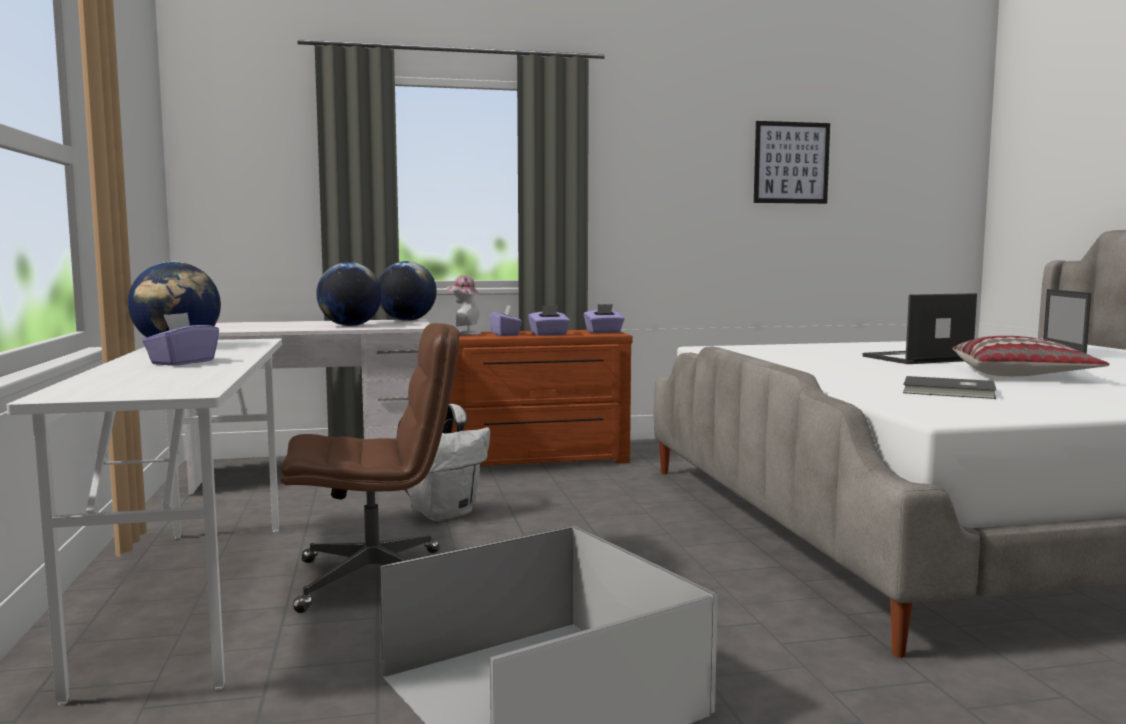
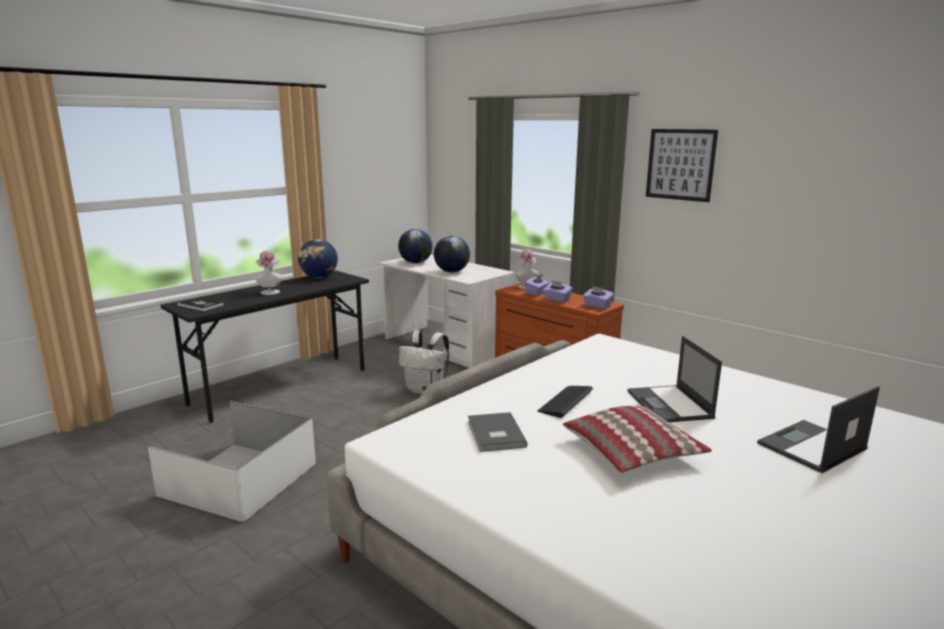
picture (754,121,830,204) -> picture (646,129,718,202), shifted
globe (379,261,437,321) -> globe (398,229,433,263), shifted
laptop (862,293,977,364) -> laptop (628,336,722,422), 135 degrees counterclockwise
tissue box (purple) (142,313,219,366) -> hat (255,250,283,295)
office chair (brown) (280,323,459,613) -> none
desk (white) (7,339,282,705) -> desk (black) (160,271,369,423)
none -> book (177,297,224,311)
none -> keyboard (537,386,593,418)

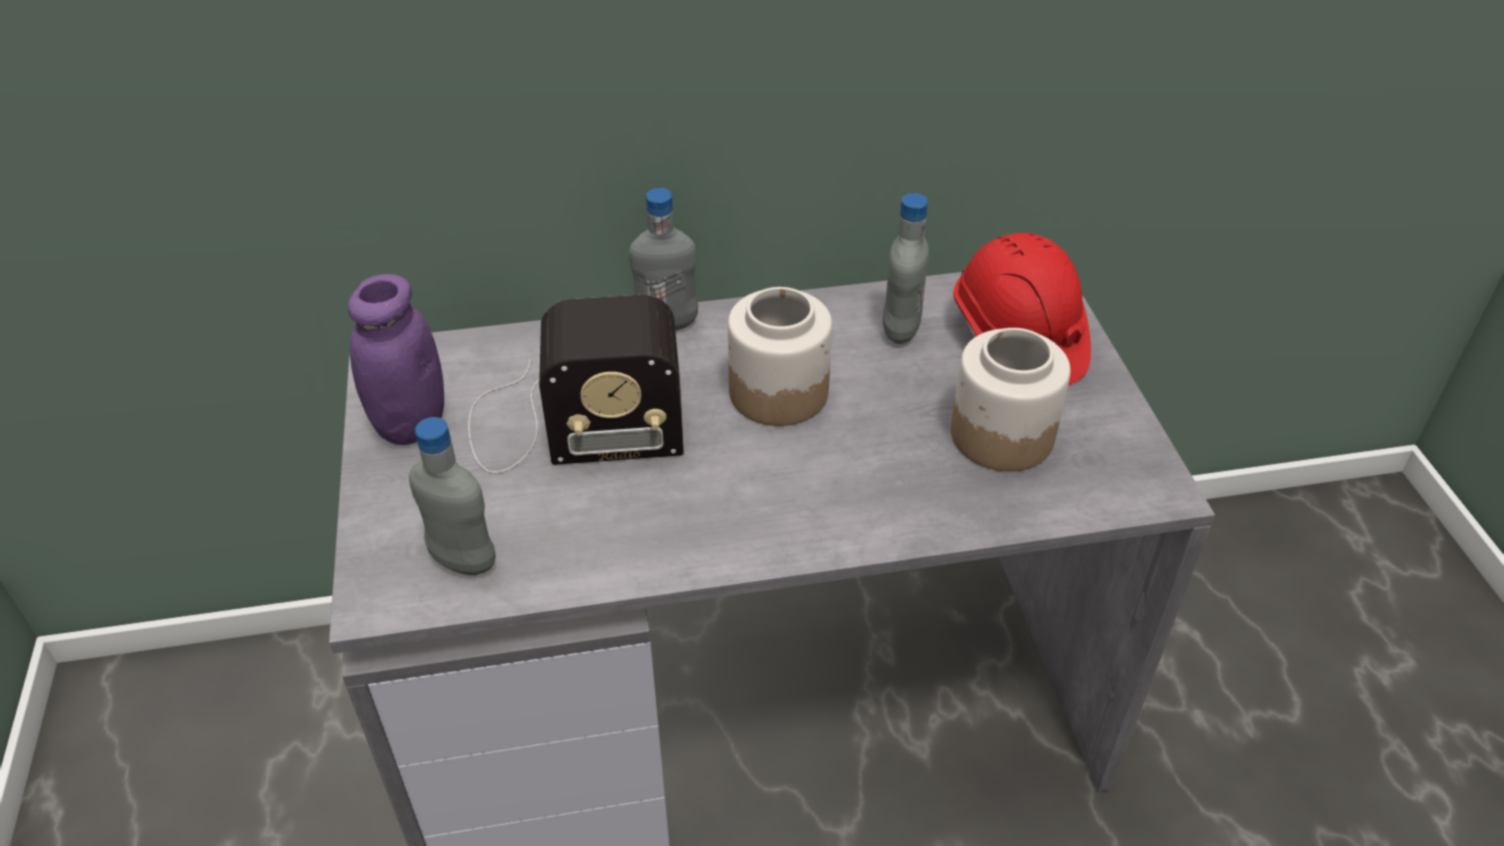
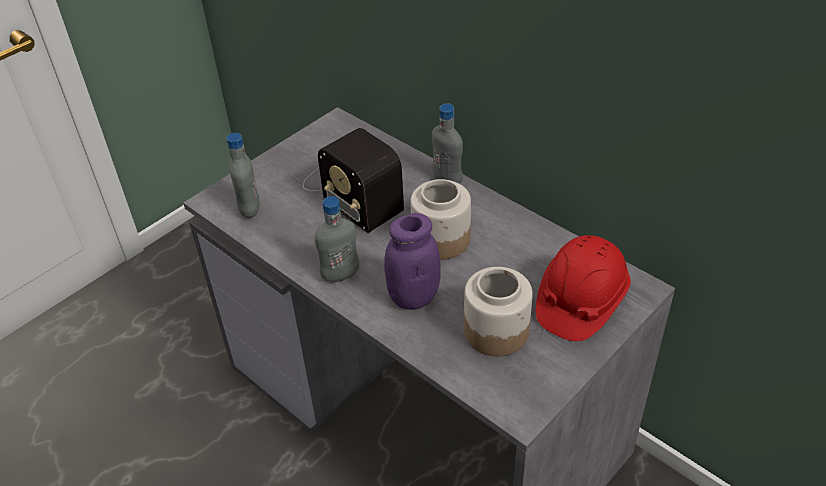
bottle (grey) (883,193,929,344) -> bottle (grey) (315,196,359,282), shifted
jar (purple) (348,274,444,445) -> jar (purple) (384,213,441,310), shifted

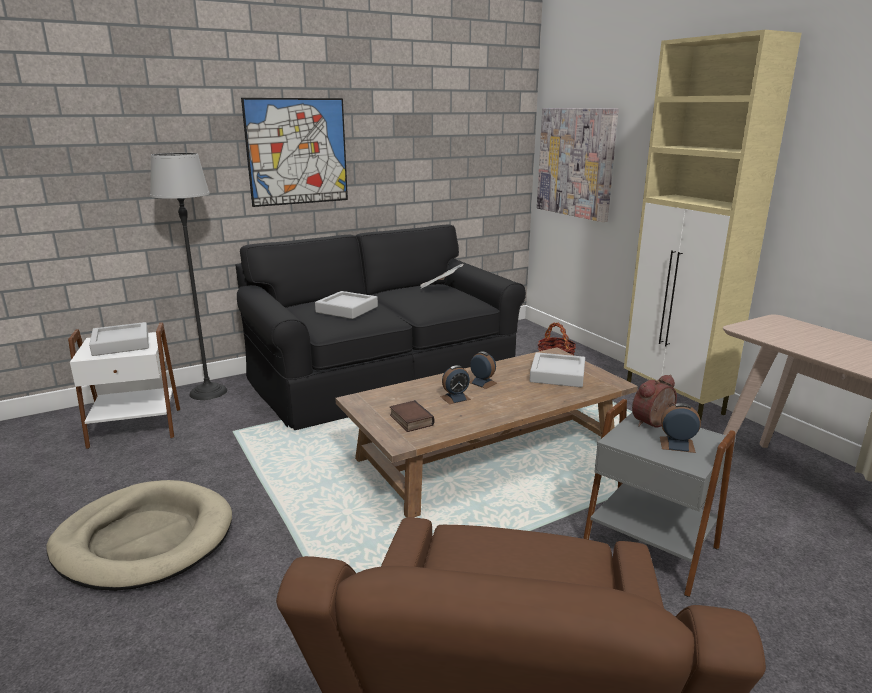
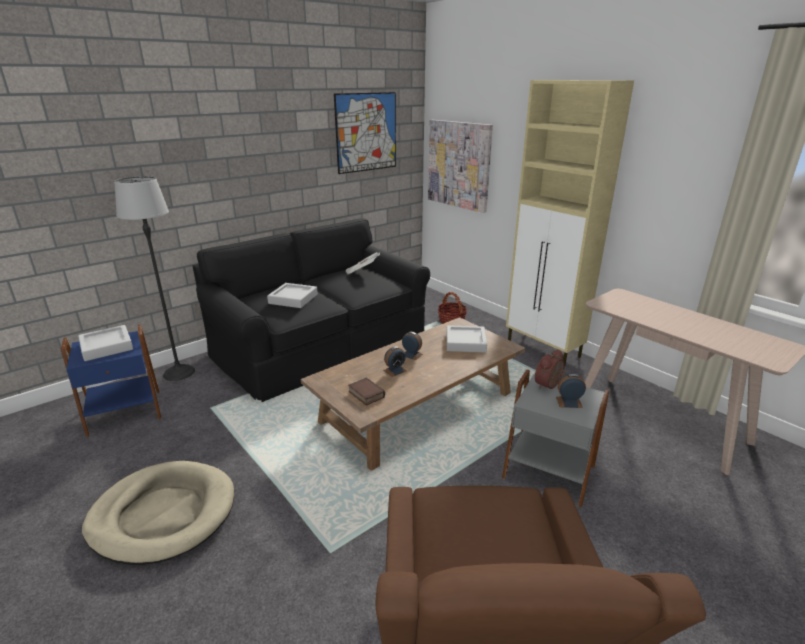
picture (241,98,348,207) -> picture (334,92,396,174), shifted
side table (white) (68,322,180,449) -> side table (blue) (61,325,162,437)

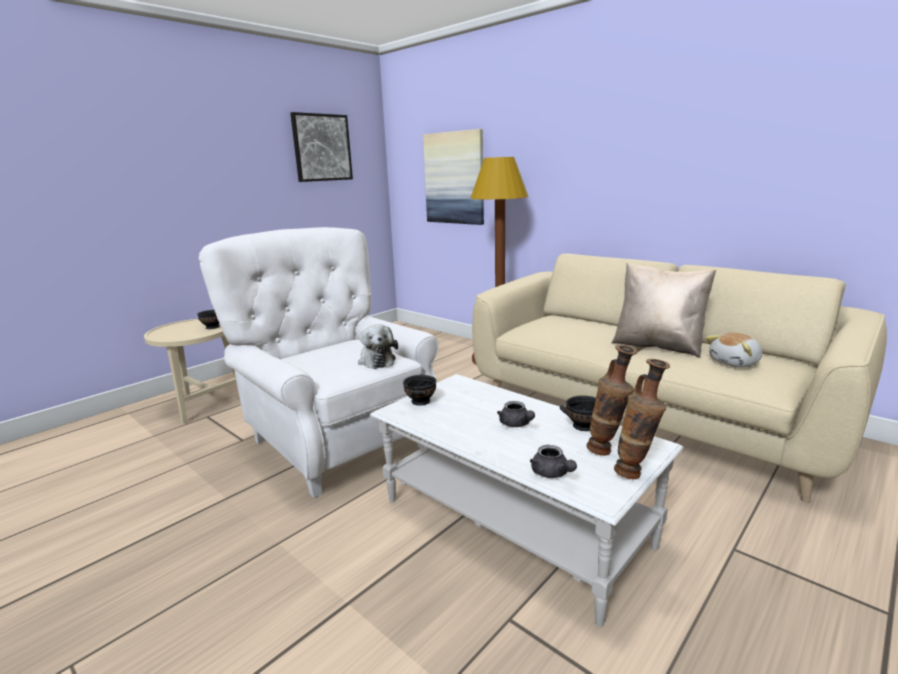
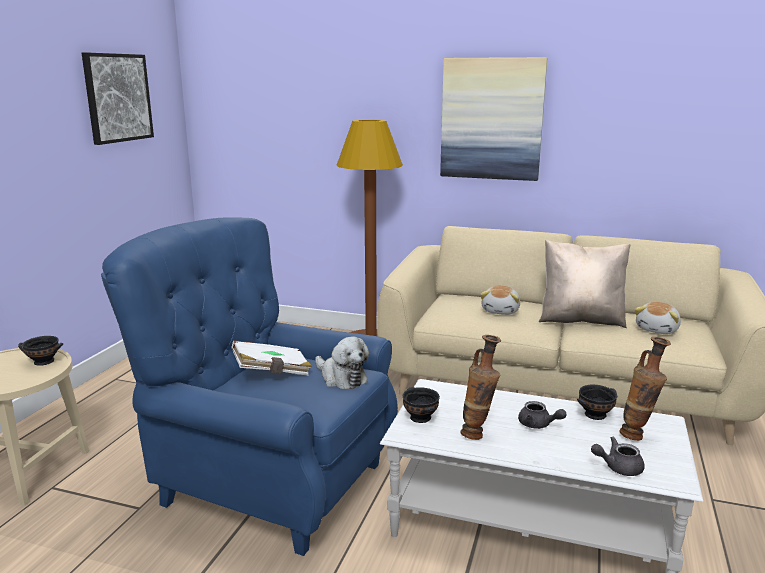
picture (423,129,484,225) -> picture (440,57,547,181), shifted
armchair (white) (199,227,439,498) -> armchair (blue) (101,217,398,556)
vase (614,359,670,479) -> vase (461,335,501,440), shifted
teapot (grey) (530,445,577,478) -> teapot (grey) (591,436,645,476), 135 degrees clockwise
none -> plush toy (480,286,520,315)
none -> book (white) (231,340,312,376)

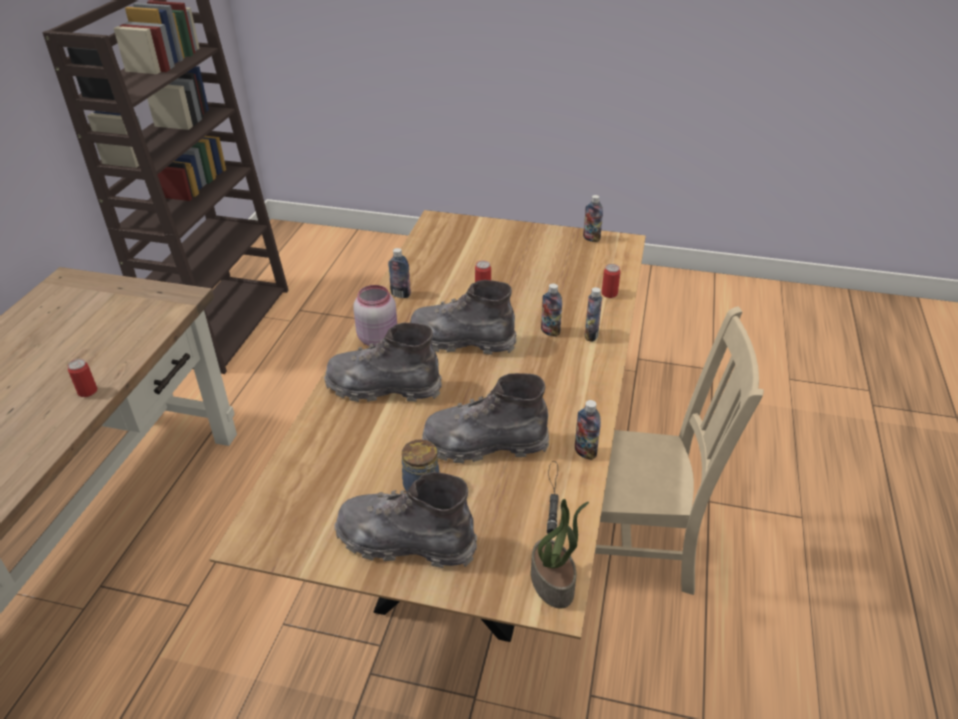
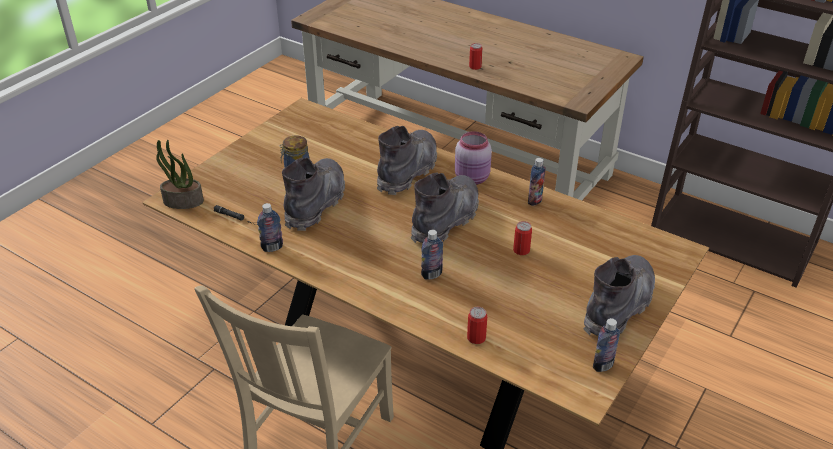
bottle (585,287,602,342) -> none
boot (grey) (334,472,477,568) -> boot (grey) (583,255,655,336), shifted

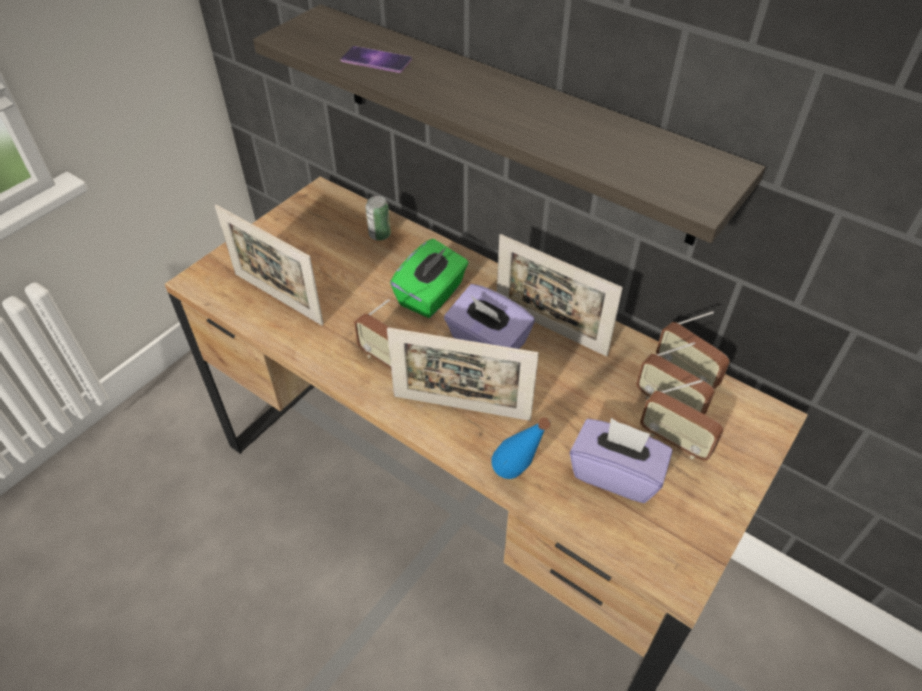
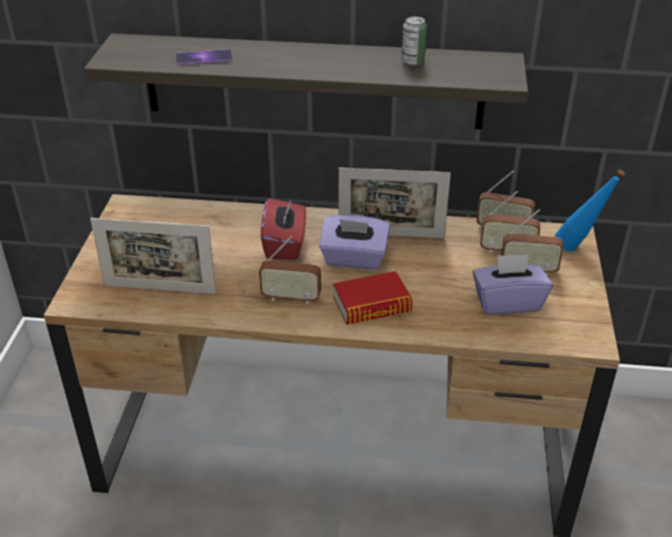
can (365,196,391,241) -> can (401,16,427,66), shifted
tissue box (green) (390,239,468,318) -> tissue box (red) (261,197,306,259)
picture frame (387,327,539,421) -> book (333,271,412,325)
bottle (blue) (491,417,551,479) -> bottle (blue) (554,169,625,252), shifted

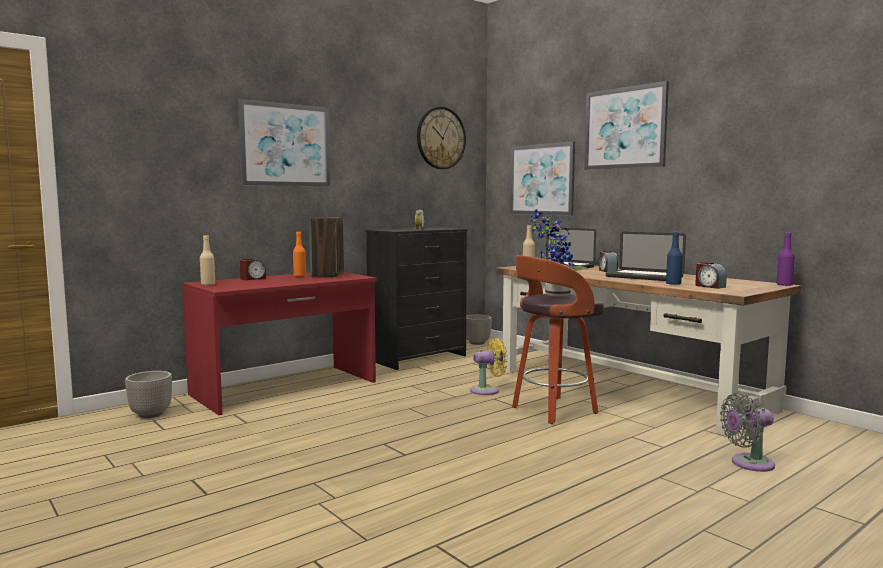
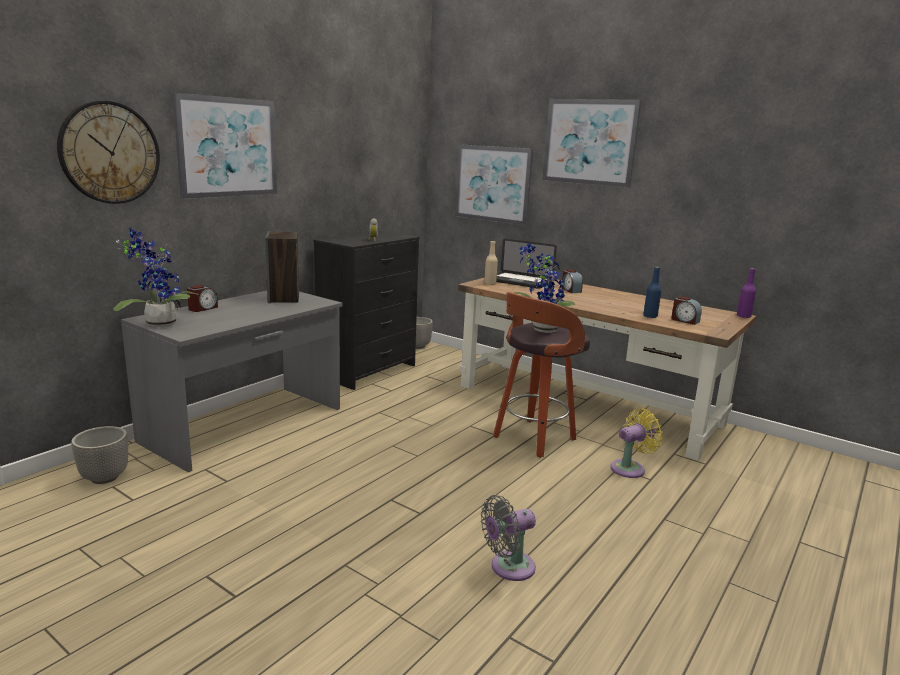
wall clock (417,107,466,169) -> wall clock (57,101,160,204), shifted
bottle (orange) (293,232,306,277) -> none
laptop (606,232,686,281) -> none
bottle (beige) (200,235,215,285) -> potted plant (114,227,199,327)
desk (red) (182,272,377,416) -> desk (grey) (121,291,343,473)
fan (yellow) (470,338,508,395) -> fan (yellow) (610,409,663,478), shifted
fan (grey) (720,393,775,472) -> fan (grey) (481,495,536,581), shifted

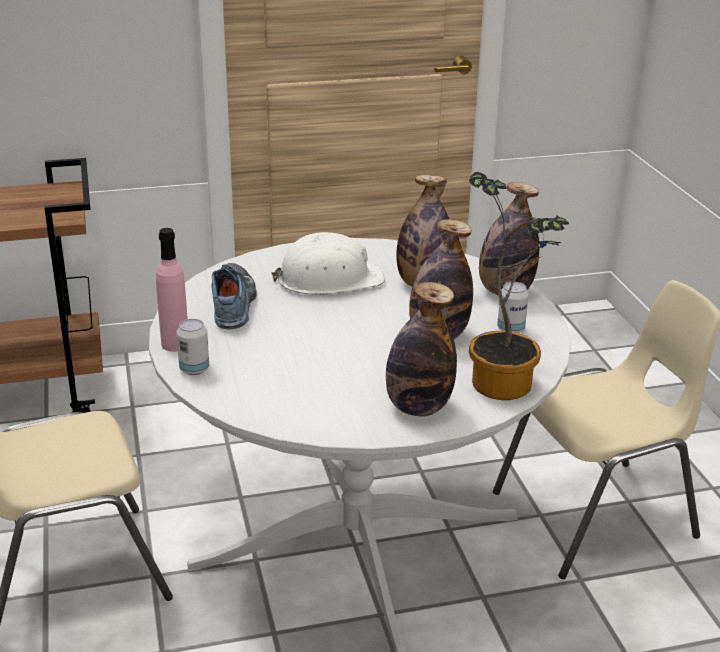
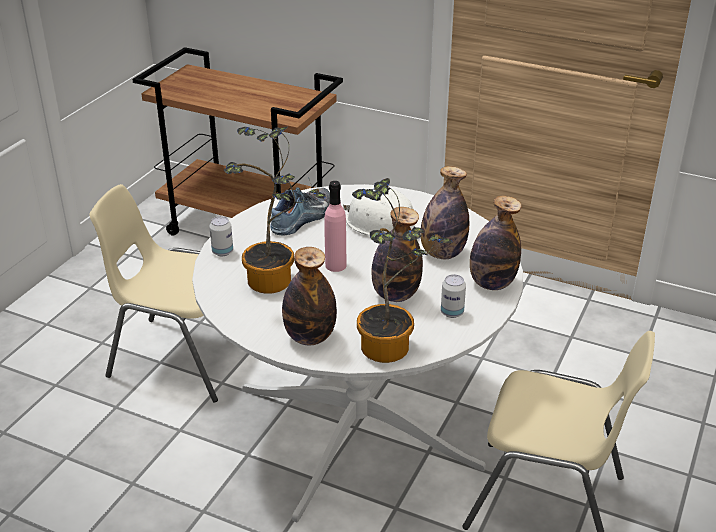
bottle (pink) (156,228,188,352) -> bottle (pink) (324,181,347,272), shifted
none -> potted plant (224,126,326,294)

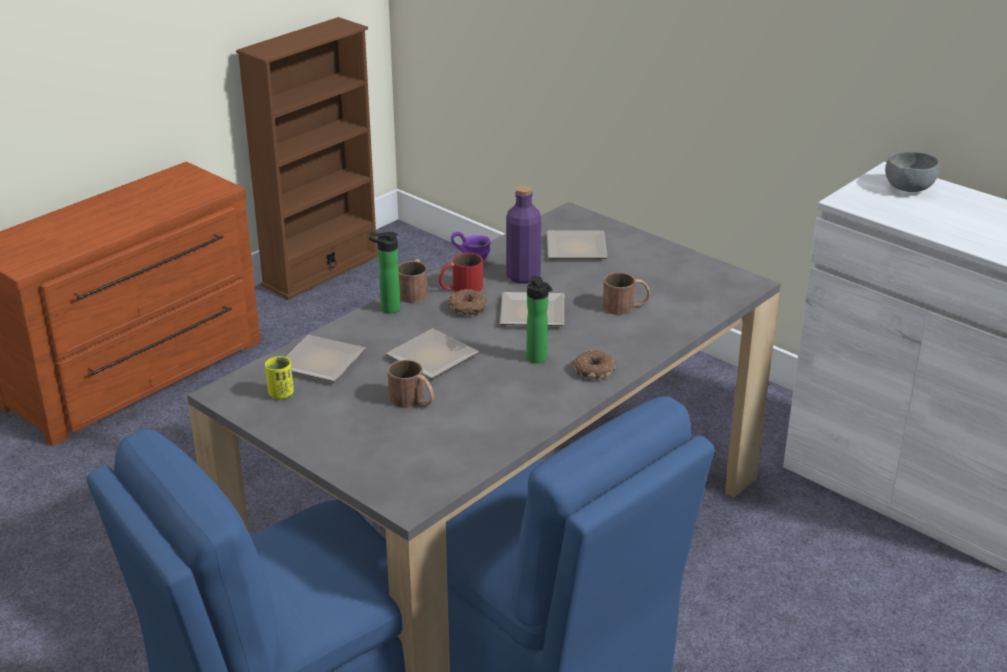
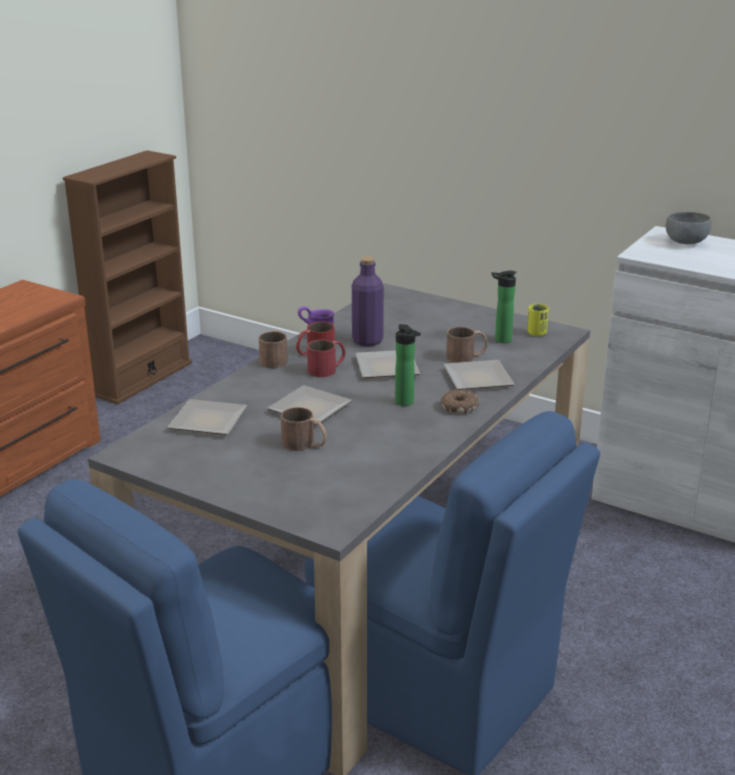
plate (547,230,607,259) -> plate (444,360,514,390), shifted
bottle (369,232,401,313) -> bottle (491,271,517,343), shifted
donut (448,289,487,316) -> mug (red) (307,340,345,377)
cup (yellow) (265,356,294,399) -> cup (yellow) (527,304,549,336), shifted

